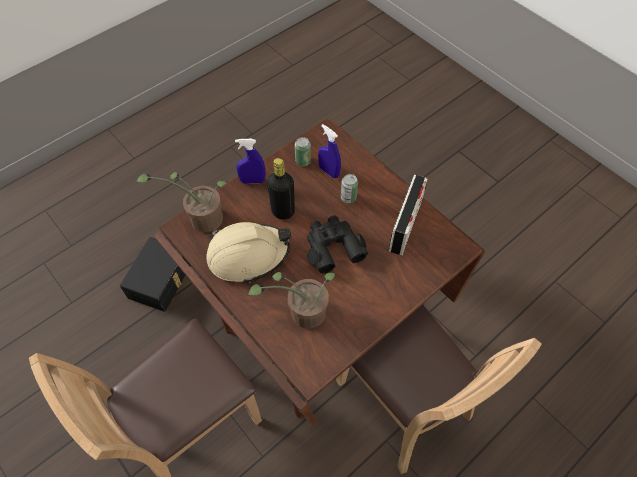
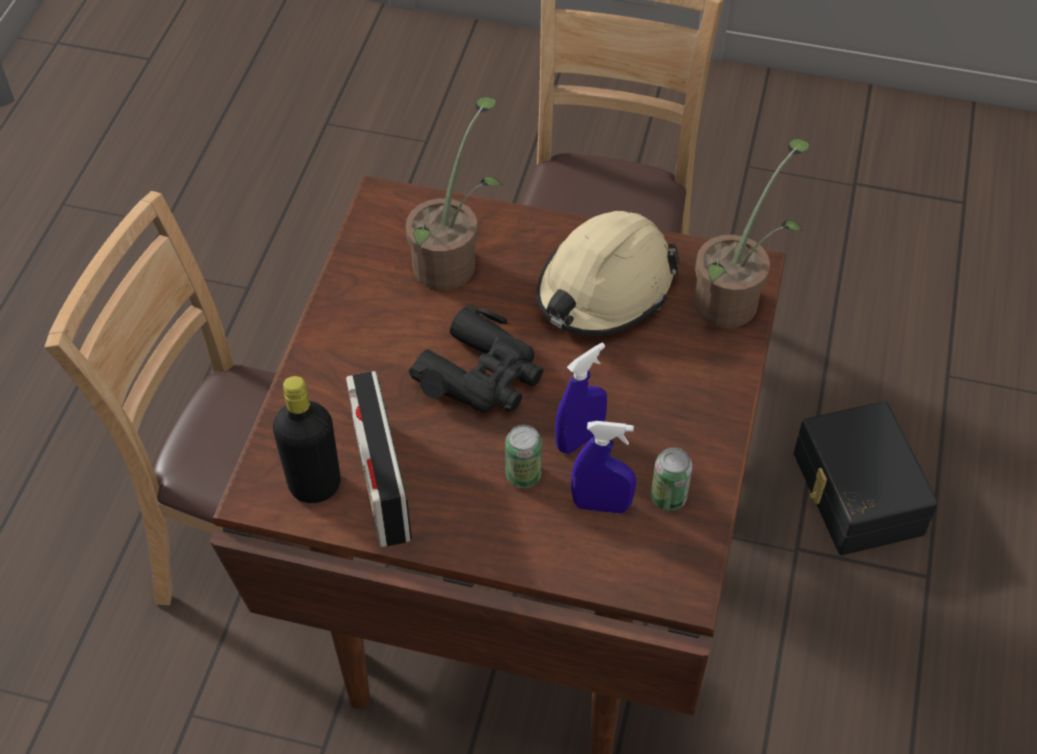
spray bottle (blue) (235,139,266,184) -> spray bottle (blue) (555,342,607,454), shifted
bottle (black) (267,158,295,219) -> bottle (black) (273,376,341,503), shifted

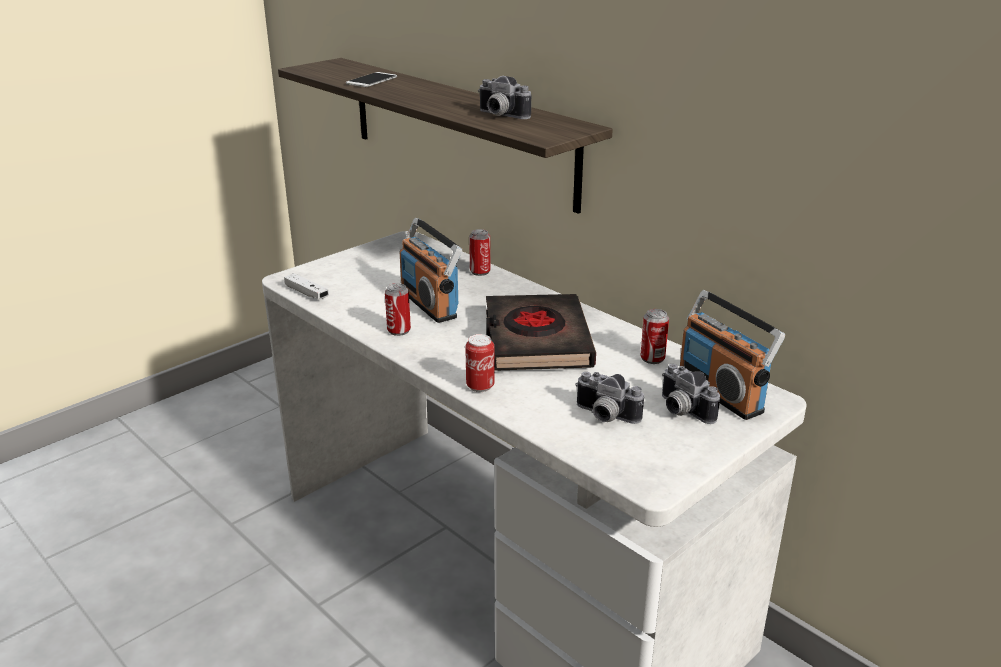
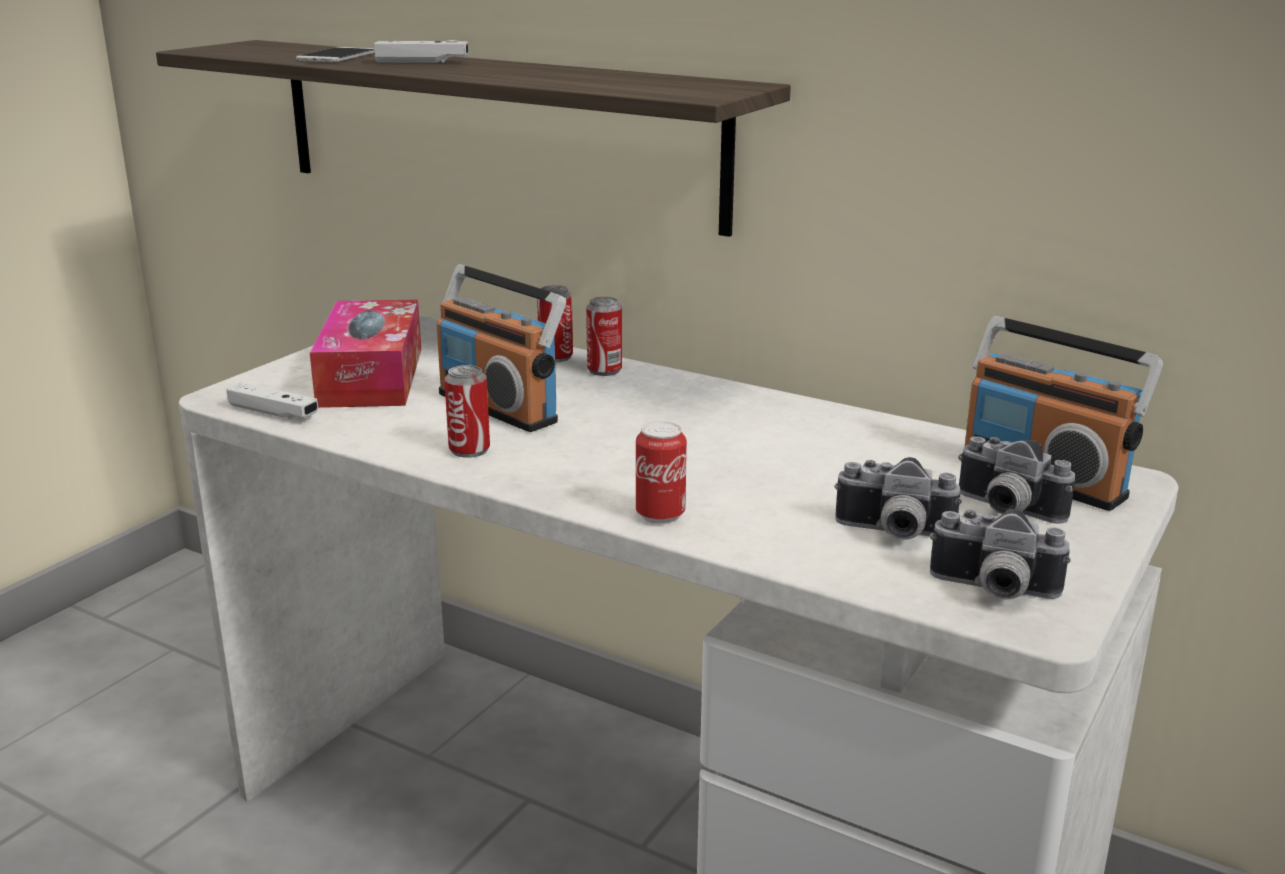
photo camera (478,76,531,119) -> photo camera (930,509,1071,600), shifted
book (black) (486,294,596,371) -> none
can (640,309,669,364) -> can (586,297,622,376), shifted
none -> game controller (white) (373,40,468,63)
none -> tissue box (310,300,421,408)

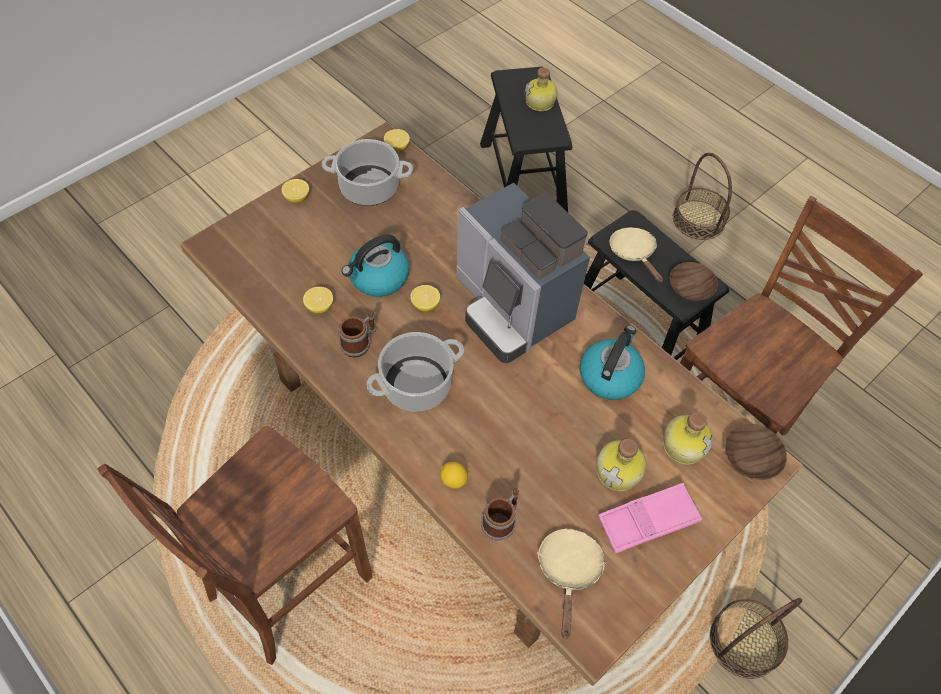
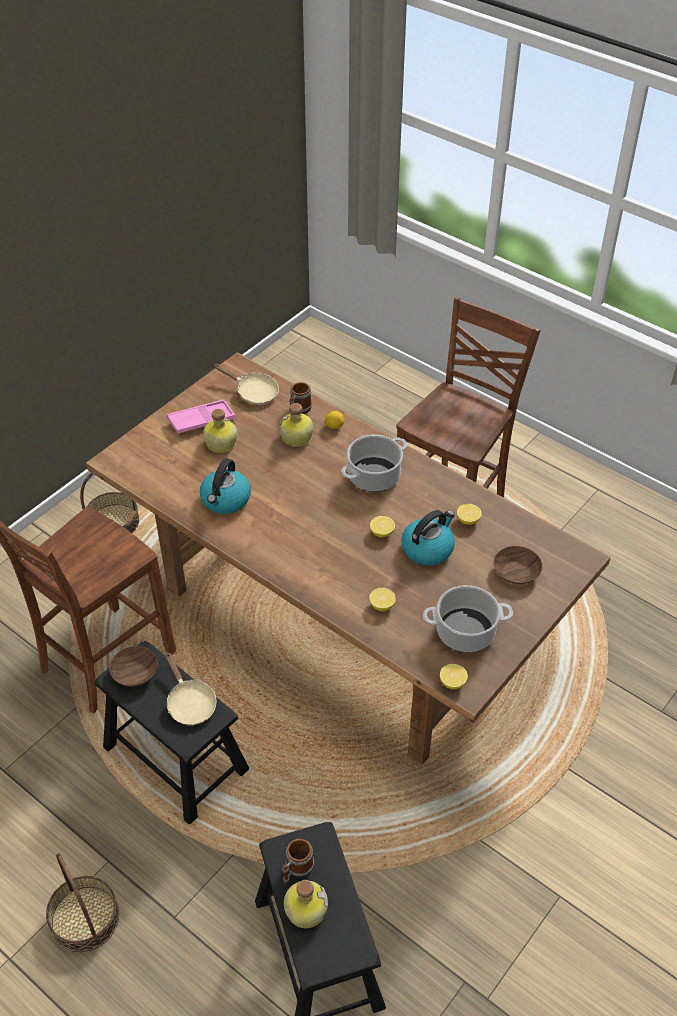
lemon (282,179,309,203) -> lemon (369,588,396,611), shifted
coffee machine (456,183,590,363) -> none
mug (338,311,376,358) -> mug (282,839,314,885), shifted
bottle (663,412,714,465) -> bottle (279,403,313,447), shifted
bowl (brown) (725,424,787,480) -> bowl (brown) (494,546,542,584), shifted
frying pan (beige) (537,529,606,639) -> frying pan (beige) (214,364,279,405), 60 degrees counterclockwise

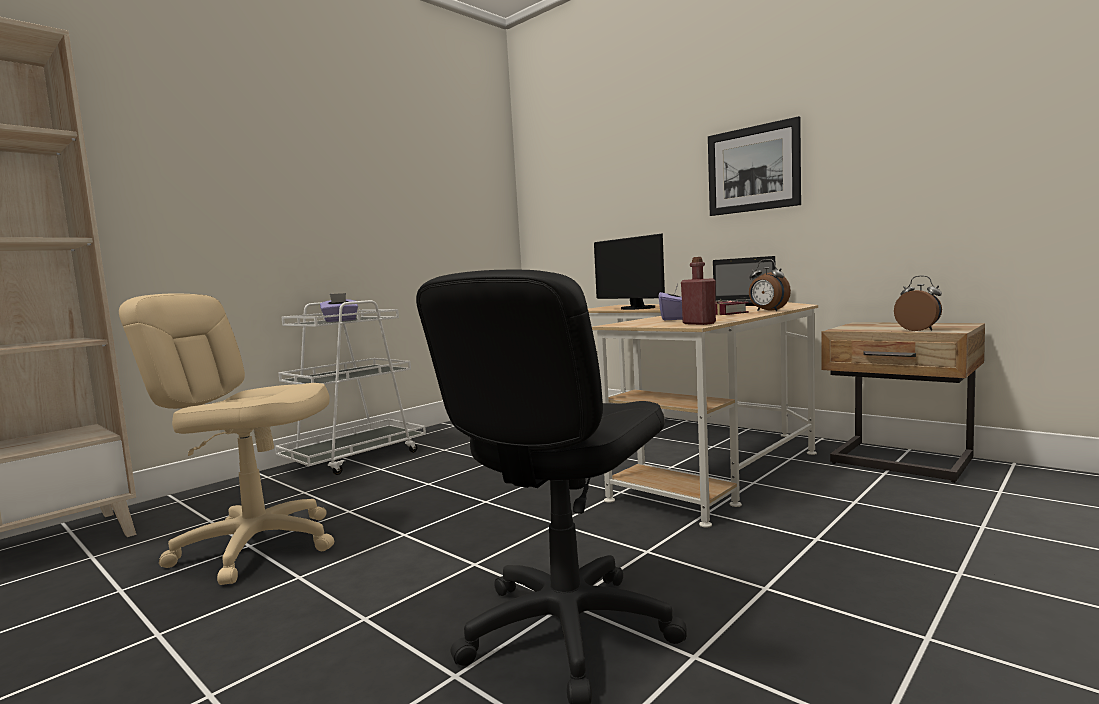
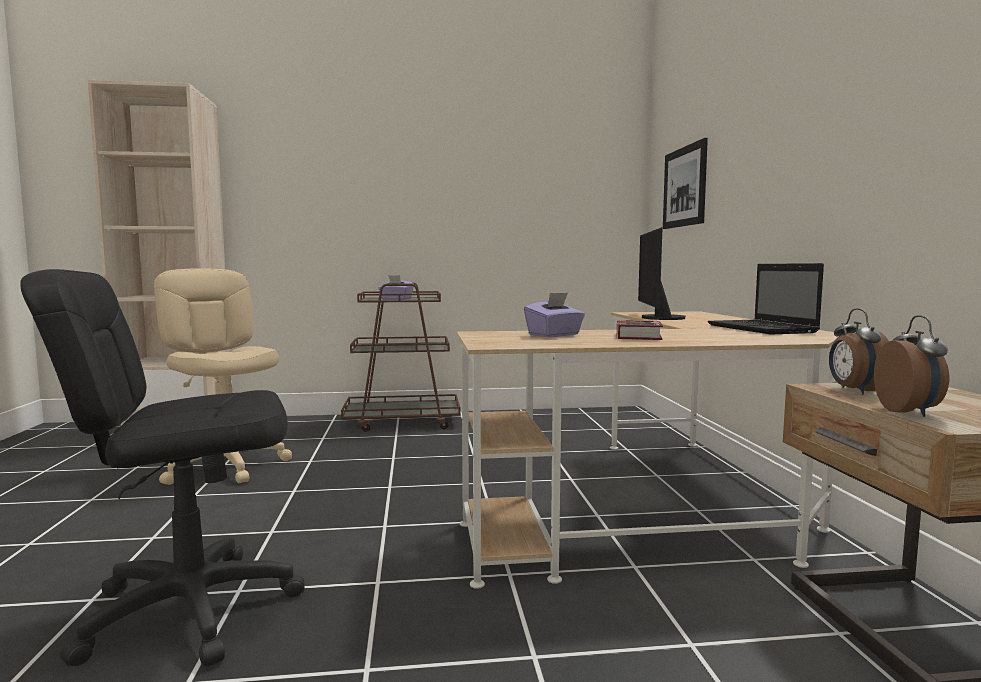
picture (708,116,801,216) -> picture (663,138,708,229), shifted
bottle (red) (681,257,716,325) -> none
alarm clock (749,259,791,311) -> alarm clock (829,309,889,394), shifted
cart (white) (275,300,426,475) -> cart (brown) (341,282,460,432)

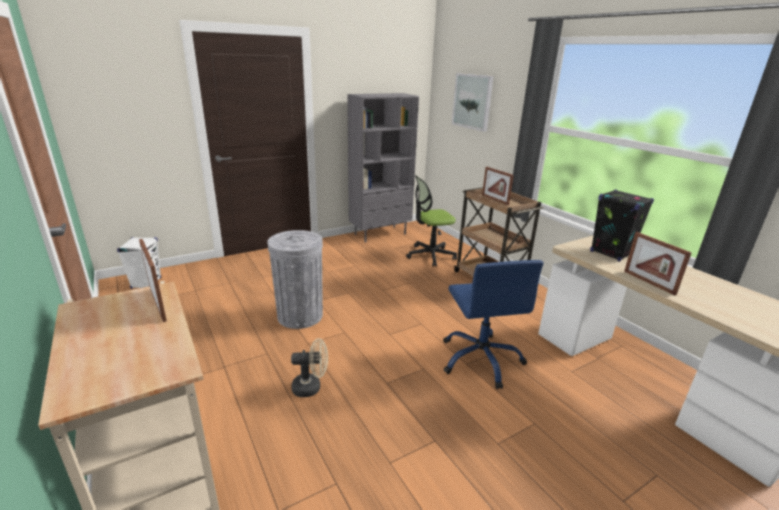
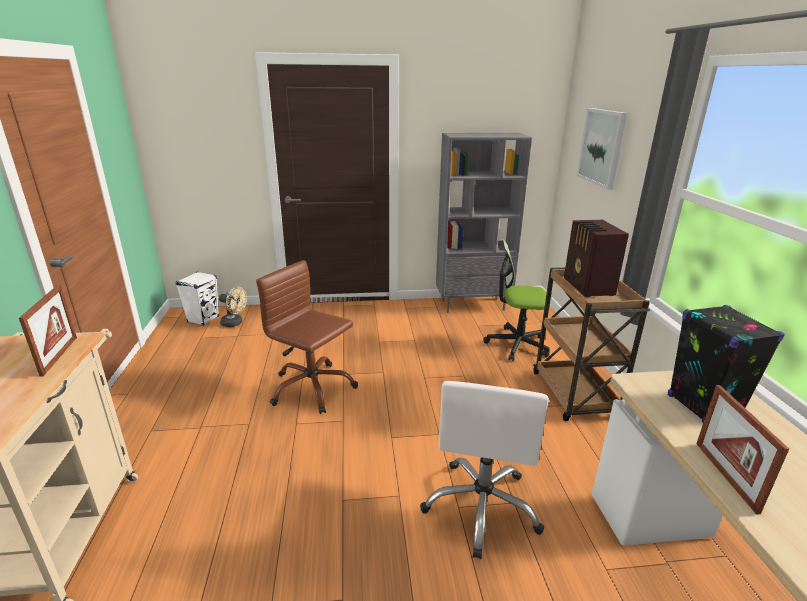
picture frame (482,167,514,205) -> radio (564,220,629,297)
trash can (grey) (267,230,323,329) -> office chair (brown) (256,260,358,414)
office chair (blue) (443,260,544,389) -> office chair (white) (420,381,549,559)
fan (beige) (291,338,328,397) -> fan (beige) (219,287,247,327), shifted

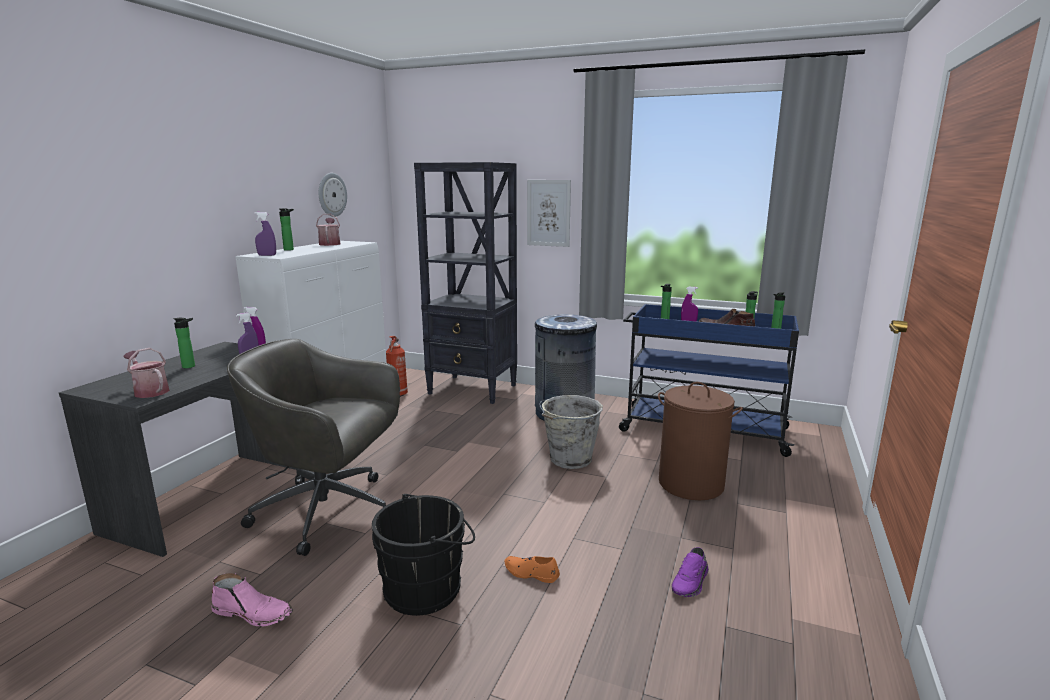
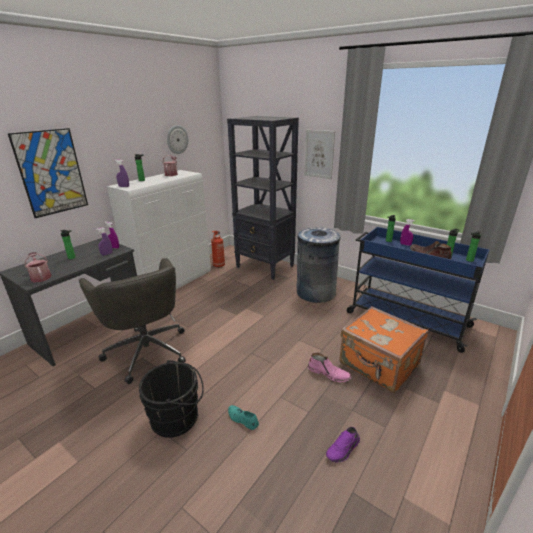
office chair (grey) (227,339,400,556) -> office chair (grey) (79,258,186,384), 150 degrees counterclockwise
laundry basket (brown) (658,382,743,500) -> suitcase (orange) (339,306,428,393)
bucket (grey) (539,395,603,469) -> none
shoe (orange) (505,556,560,583) -> shoe (turquoise) (228,405,259,430)
boot (pink) (211,573,293,627) -> boot (pink) (308,353,352,382), shifted
none -> picture (8,128,88,218)

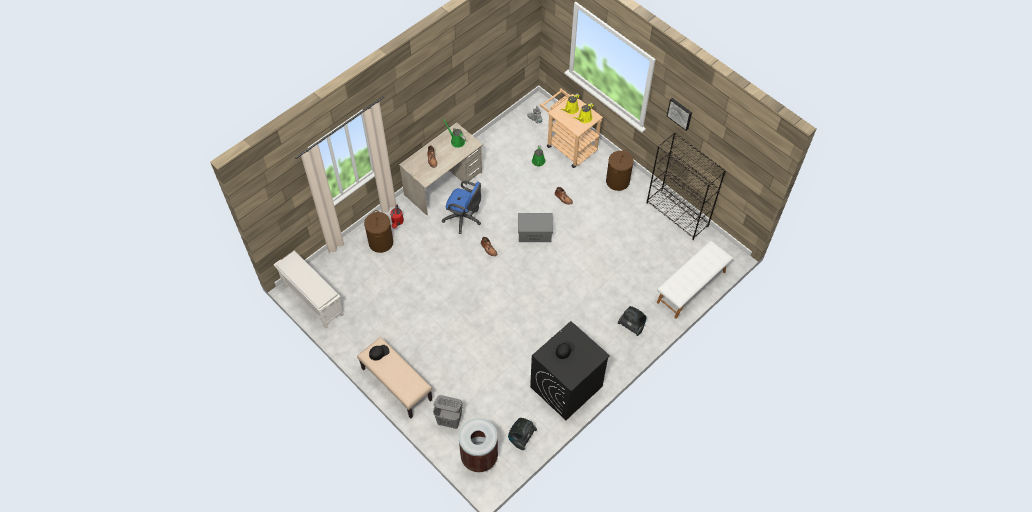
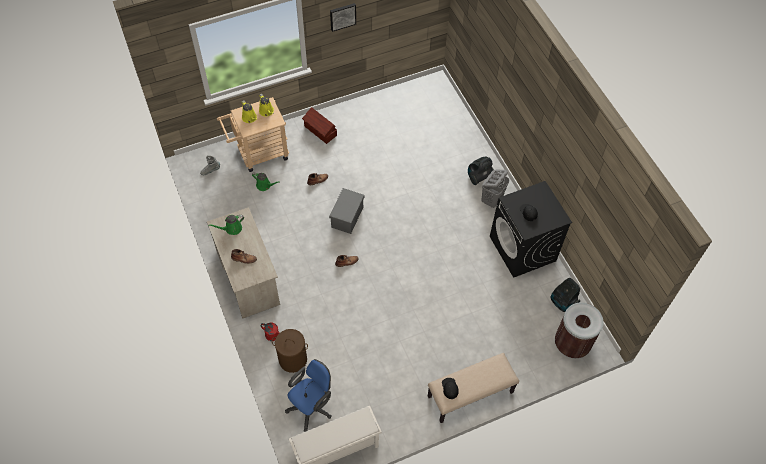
bookcase (black) (647,132,726,240) -> none
laundry basket (brown) (606,150,634,191) -> storage box (brown) (302,107,337,144)
office chair (blue) (442,181,481,234) -> office chair (blue) (285,359,332,432), shifted
bench (white) (657,241,733,319) -> none
laundry basket (grey) (433,395,463,429) -> laundry basket (grey) (481,169,509,208), shifted

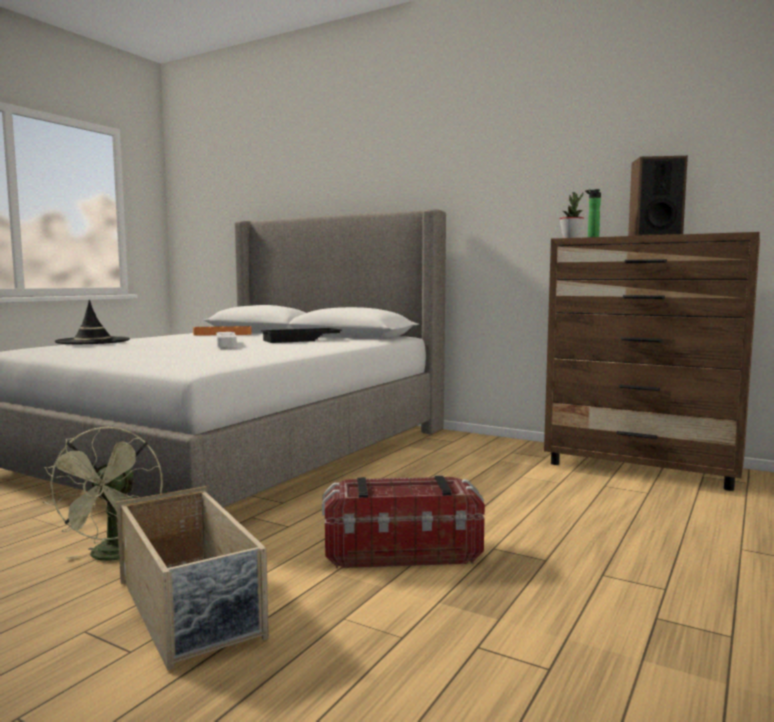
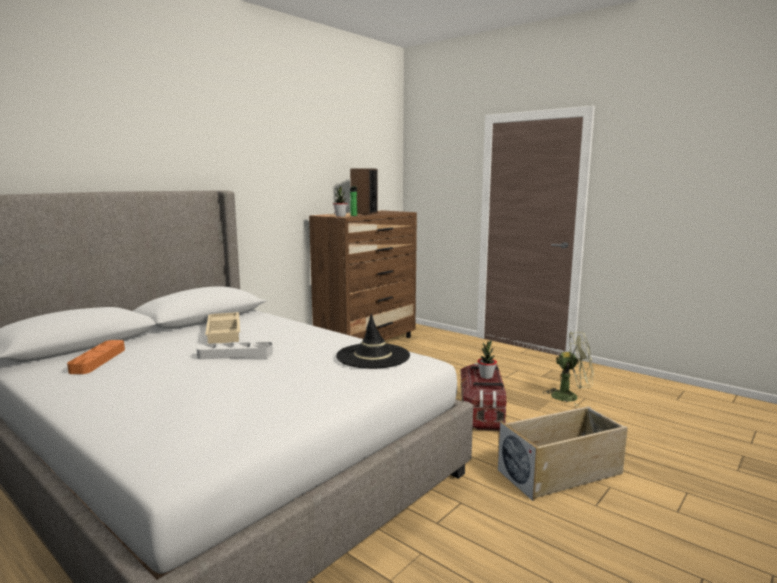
hat (black) (55,300,130,344) -> hat (black) (336,313,410,369), shifted
tray (black) (261,328,342,343) -> tray (beige) (205,312,240,344)
fan (green) (43,426,163,561) -> fan (green) (543,332,593,406), shifted
none -> potted plant (477,340,497,379)

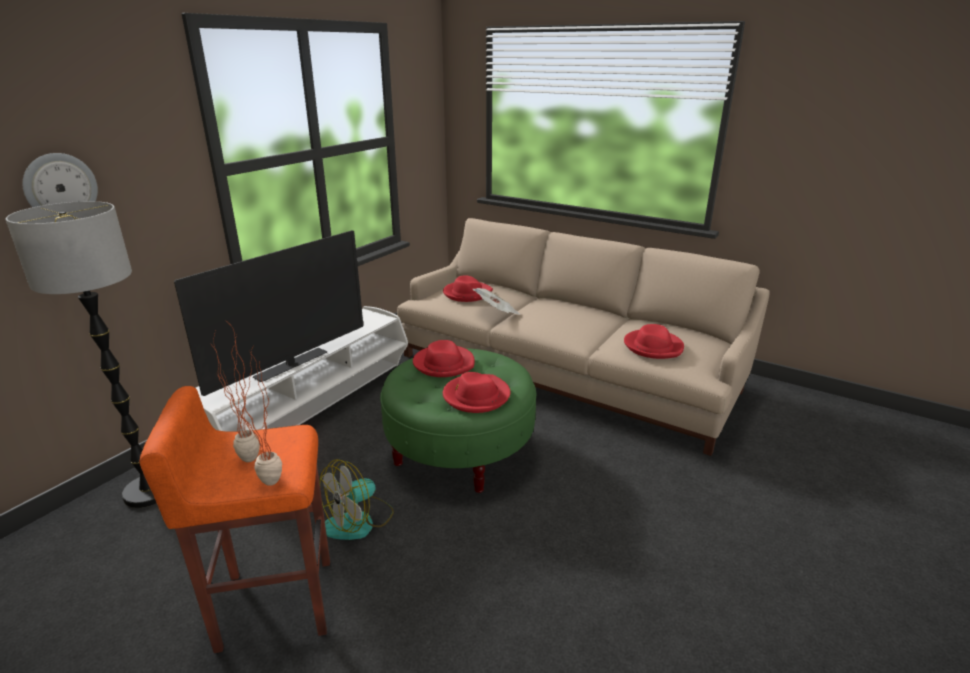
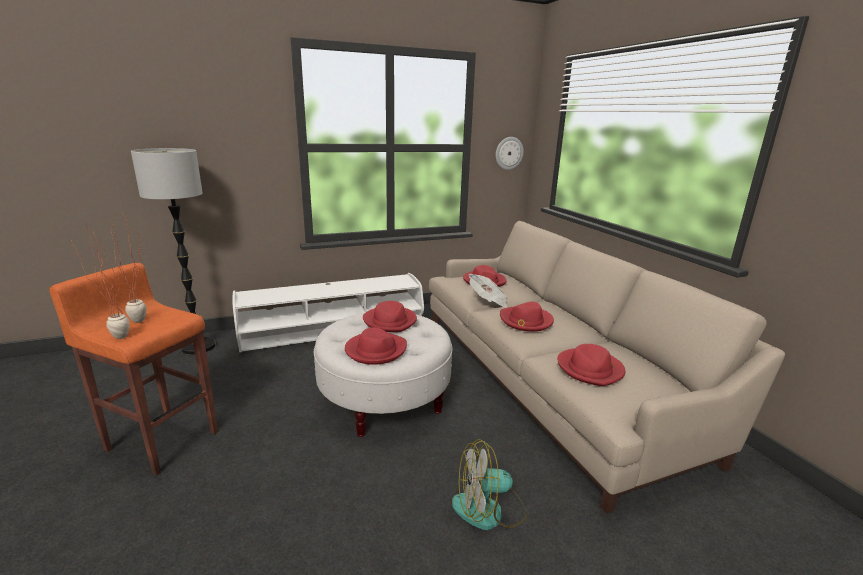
wall clock (23,153,98,207) -> wall clock (496,137,524,170), shifted
television (174,230,363,396) -> none
ottoman (green) (380,348,536,493) -> ottoman (white) (314,313,452,437)
fan (319,460,394,540) -> fan (452,439,527,530), shifted
none -> hat (red) (500,302,554,332)

